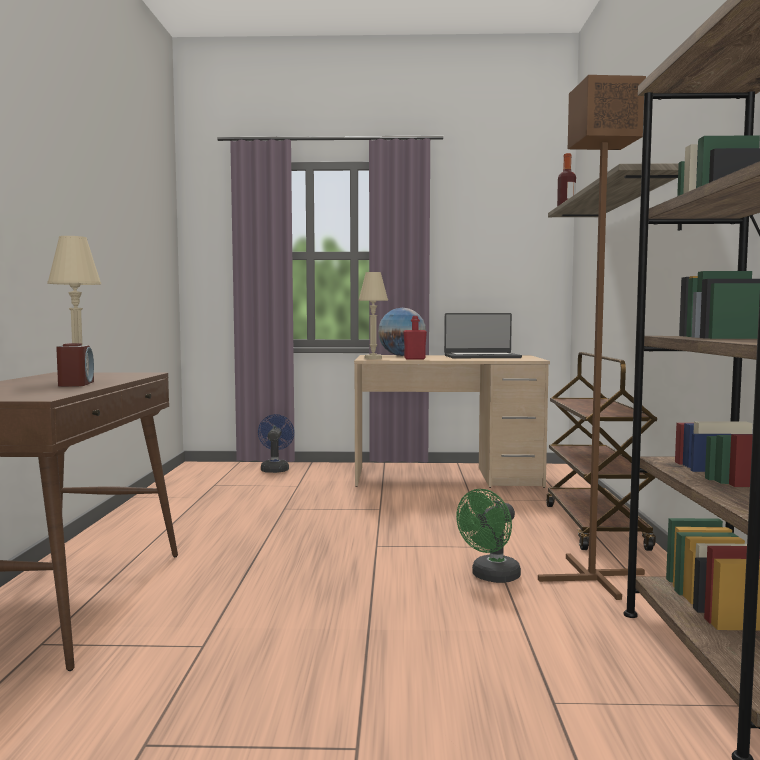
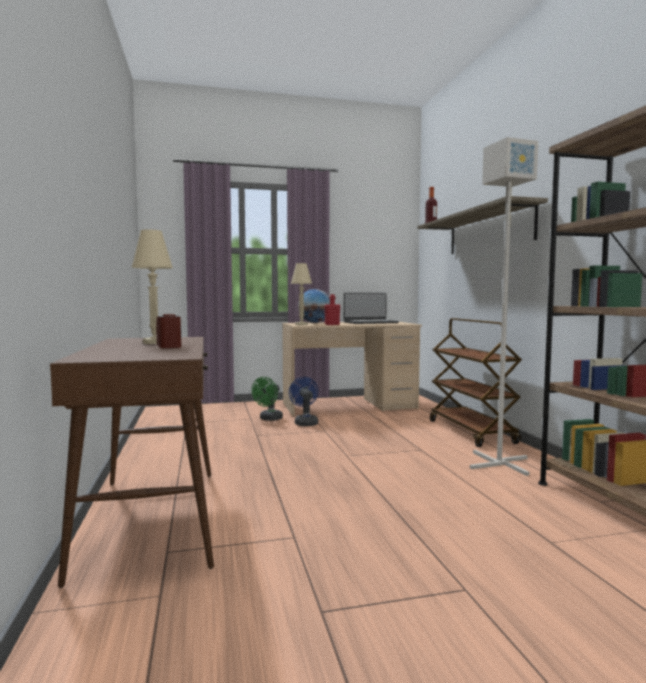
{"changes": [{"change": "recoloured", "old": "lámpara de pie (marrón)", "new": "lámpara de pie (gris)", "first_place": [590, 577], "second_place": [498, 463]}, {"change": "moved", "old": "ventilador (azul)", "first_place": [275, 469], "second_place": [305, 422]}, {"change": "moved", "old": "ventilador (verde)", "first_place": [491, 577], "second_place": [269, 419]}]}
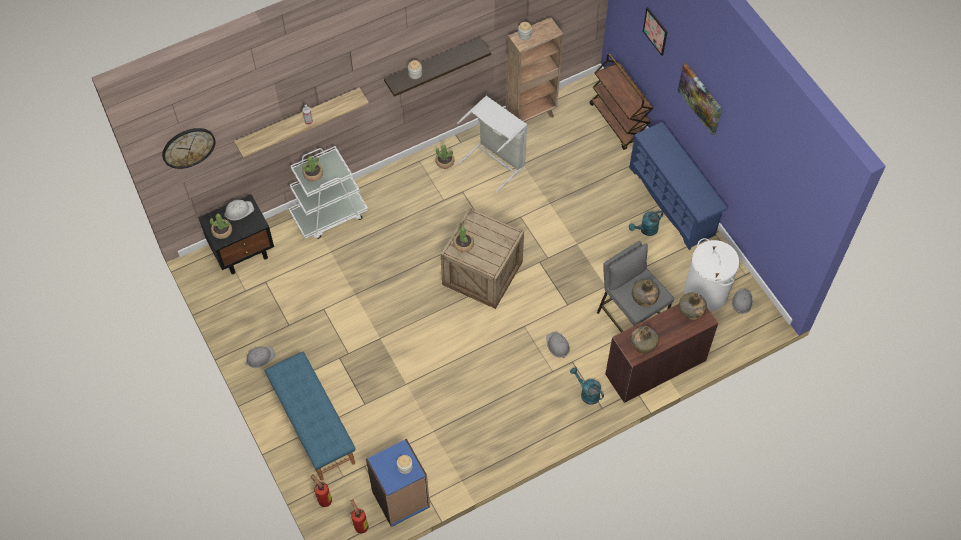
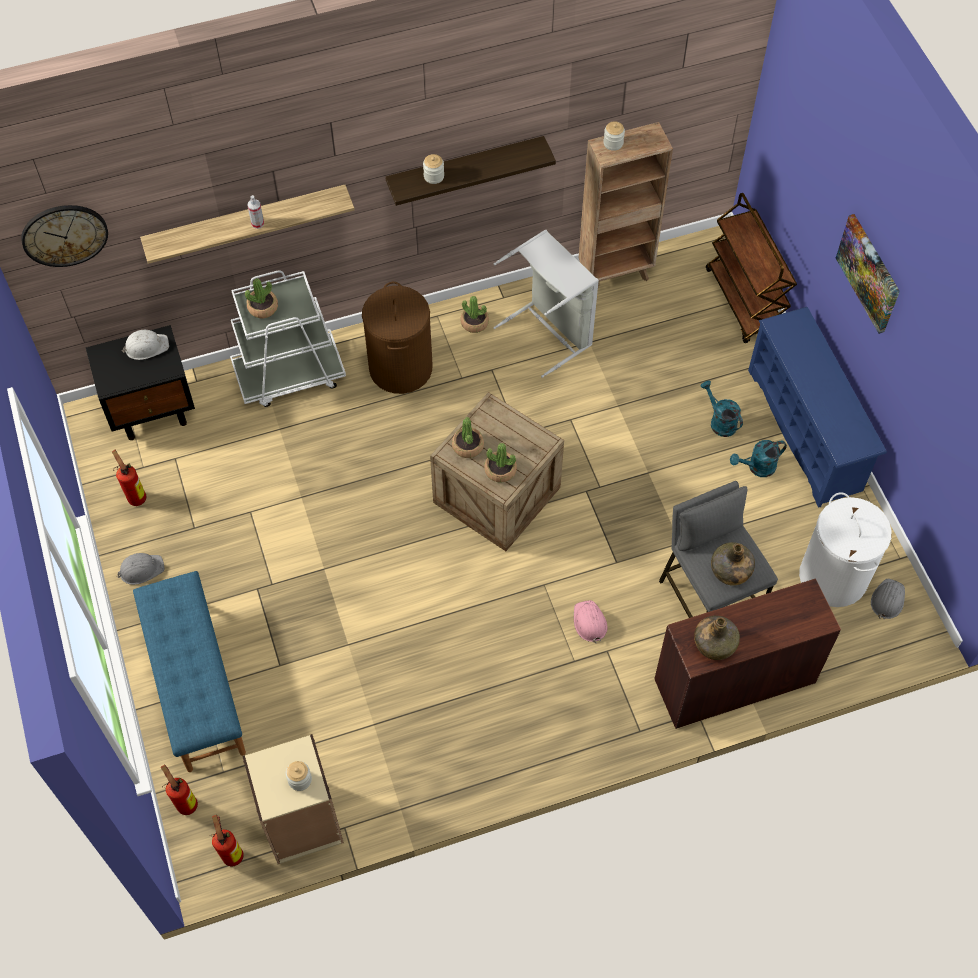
{"changes": [{"change": "removed", "old": "cuadro", "first_place": [655, 31]}, {"change": "moved", "old": "planta en maceta", "first_place": [222, 231], "second_place": [500, 470]}, {"change": "removed", "old": "botella (verde)", "first_place": [691, 310]}, {"change": "recoloured", "old": "casco (gris)", "new": "casco (rosa)", "first_place": [557, 345], "second_place": [589, 622]}, {"change": "moved", "old": "regadera (turquesa)", "first_place": [587, 393], "second_place": [719, 421]}, {"change": "recoloured", "old": "estantería (azul)", "new": "estantería (beis)", "first_place": [401, 500], "second_place": [302, 824]}, {"change": "added", "new": "cesto de la ropa (marrón)", "second_place": [400, 368]}, {"change": "added", "new": "extintor", "second_place": [136, 496]}]}
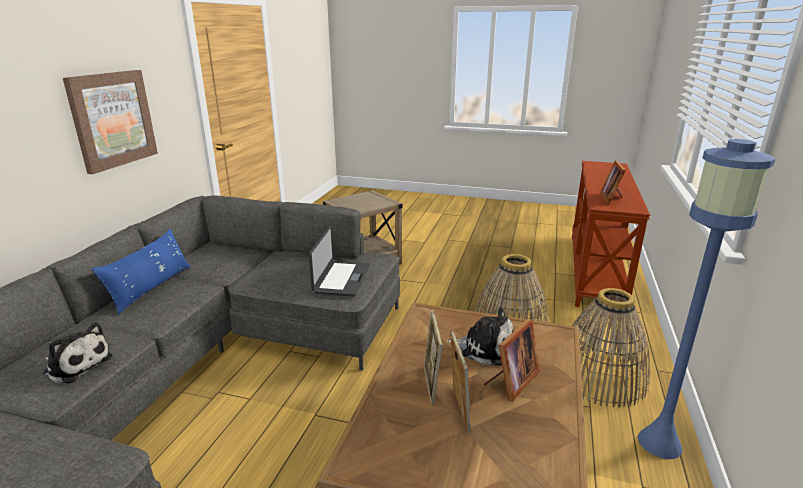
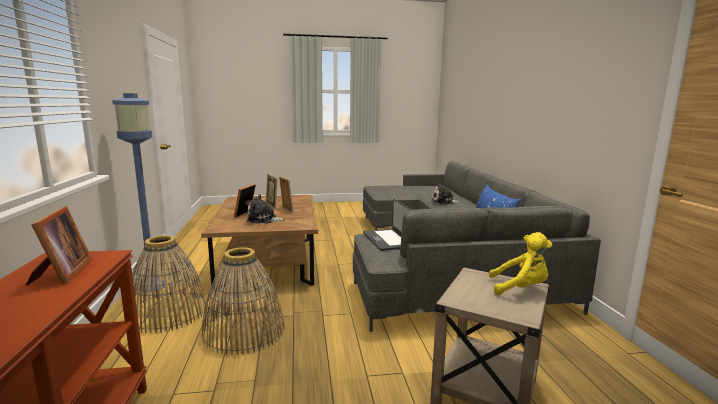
{"changes": [{"change": "removed", "old": "cuadro", "first_place": [112, 119]}, {"change": "added", "new": "peluche (amarillo)", "second_place": [520, 288]}]}
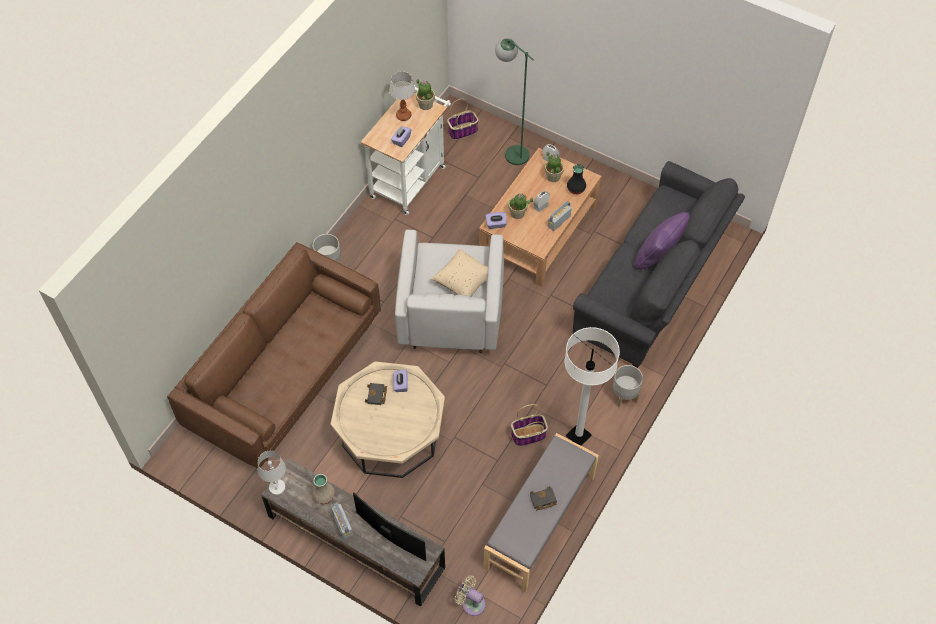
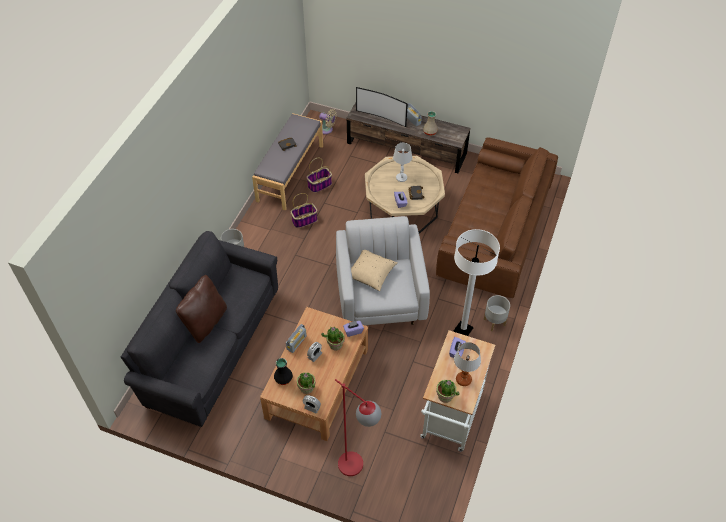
{"changes": [{"change": "recoloured", "old": "lámpara de pie (verde)", "new": "lámpara de pie (rojo)", "first_place": [511, 150], "second_place": [357, 469]}, {"change": "moved", "old": "cesta", "first_place": [463, 131], "second_place": [319, 185]}, {"change": "recoloured", "old": "cojín (morado)", "new": "cojín (marrón)", "first_place": [658, 257], "second_place": [205, 322]}, {"change": "moved", "old": "lámpara de pie (blanco)", "first_place": [578, 436], "second_place": [463, 330]}, {"change": "moved", "old": "lámpara de mesa (blanco)", "first_place": [277, 487], "second_place": [401, 177]}]}
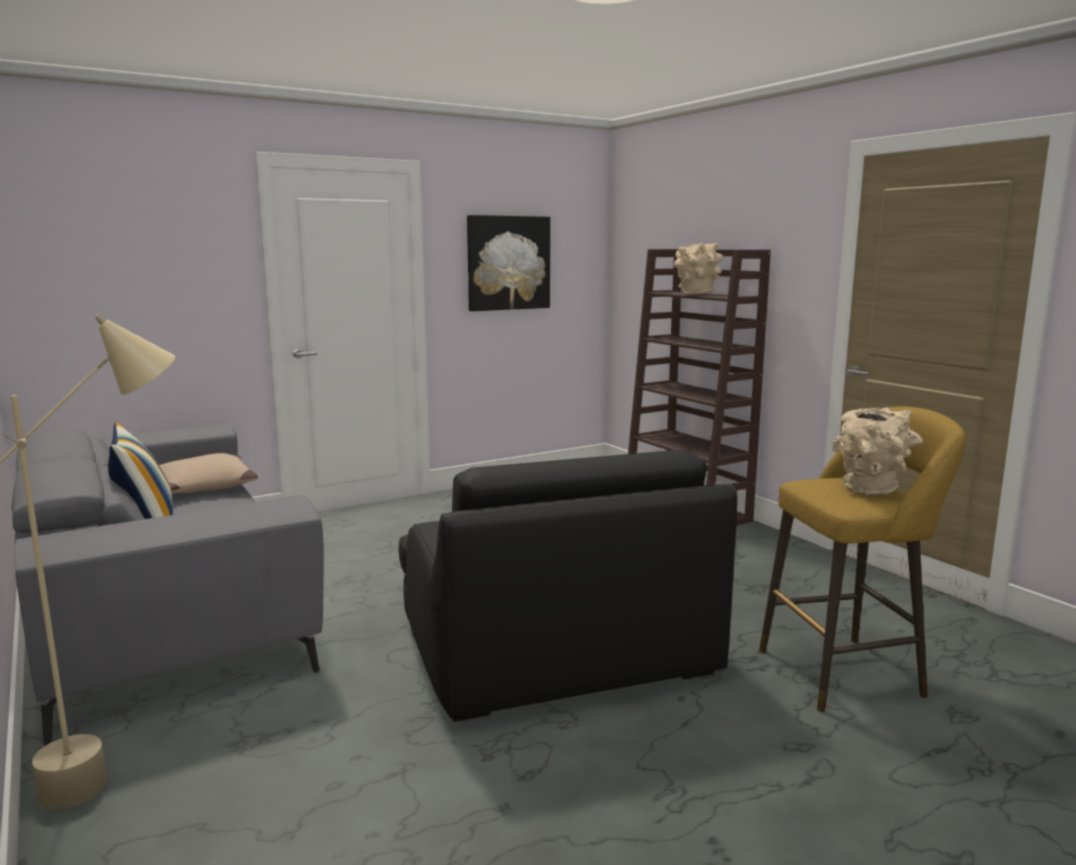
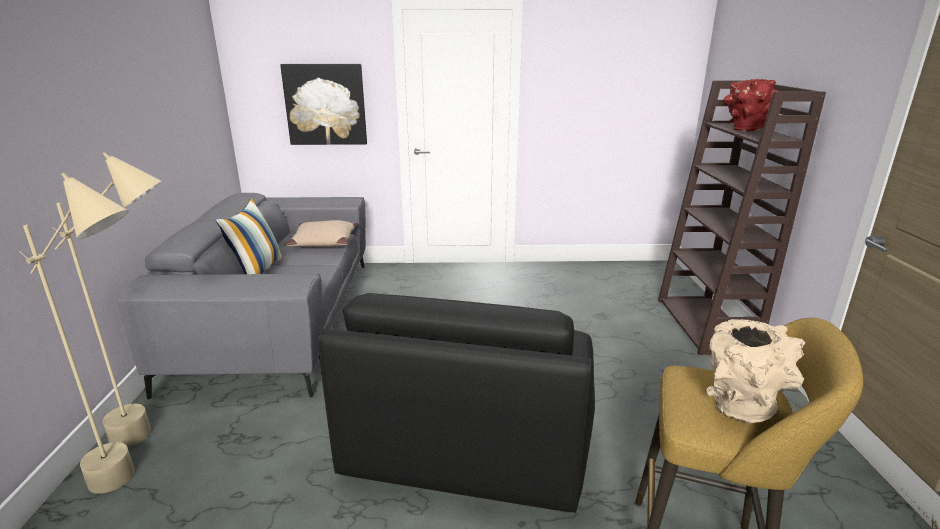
{"changes": [{"change": "moved", "old": "cuadro", "first_place": [508, 263], "second_place": [325, 104]}, {"change": "recoloured", "old": "florero (beis)", "new": "florero (rojo)", "first_place": [696, 294], "second_place": [745, 130]}, {"change": "added", "new": "lámpara de pie (beis)", "second_place": [142, 482]}]}
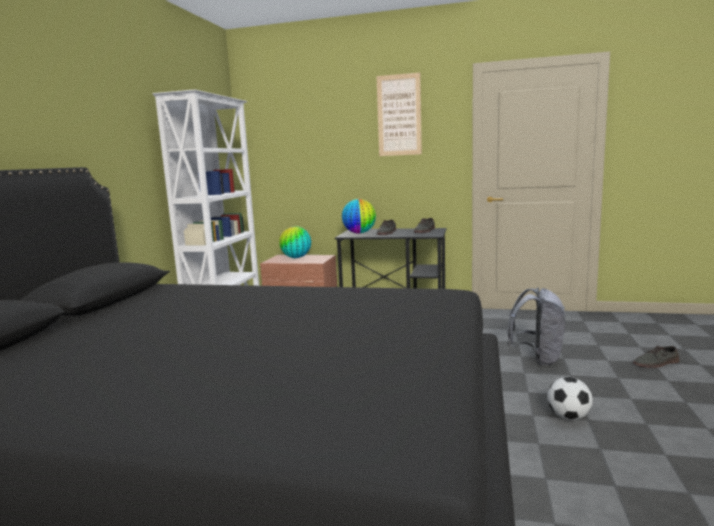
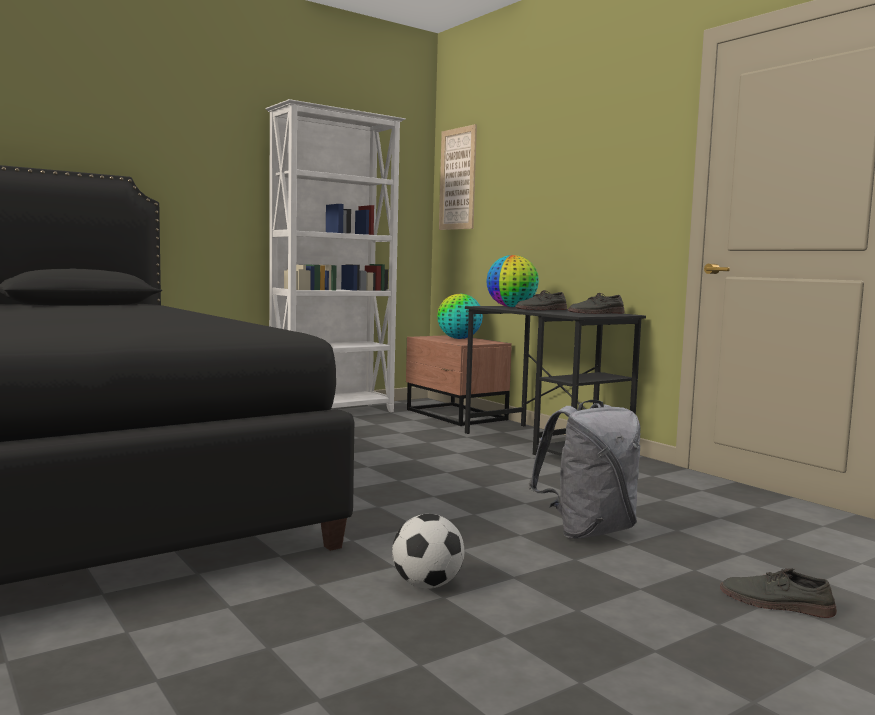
{"changes": [{"change": "moved", "old": "cuadro", "first_place": [399, 115], "second_place": [457, 179]}]}
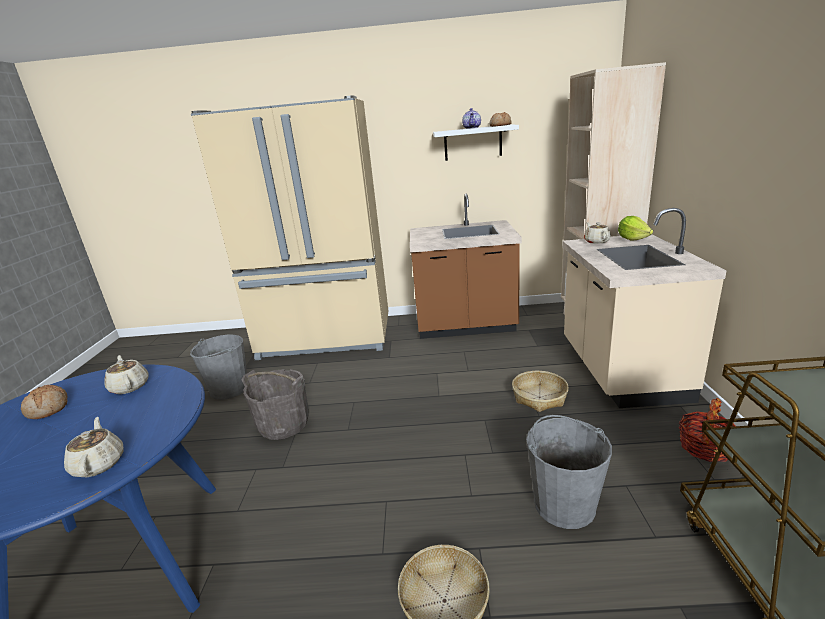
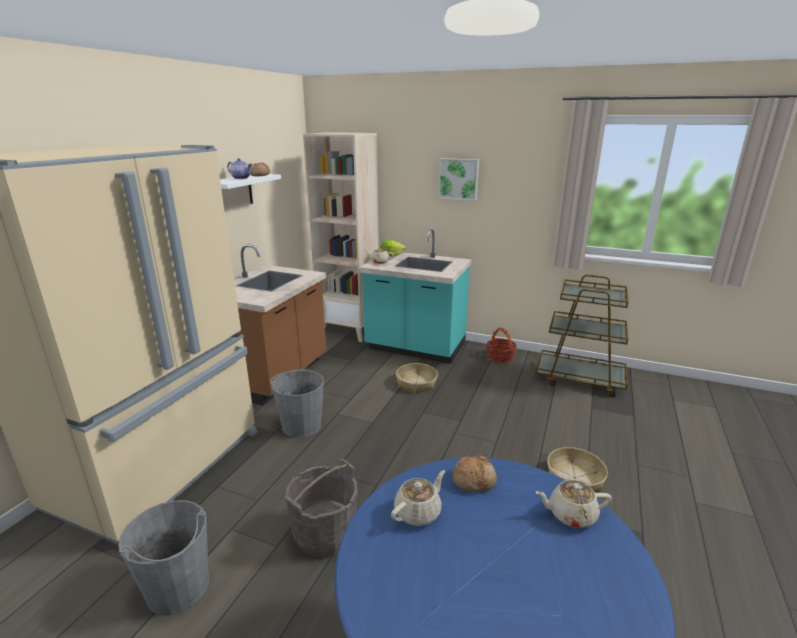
{"changes": [{"change": "recoloured", "old": "mueble bajo de cocina (beis)", "new": "mueble bajo de cocina (turquesa)", "first_place": [620, 371], "second_place": [415, 347]}, {"change": "turned", "old": "tetera (beis)", "first_place": [130, 386], "second_place": [418, 512], "degrees": 150}, {"change": "moved", "old": "pan", "first_place": [49, 408], "second_place": [474, 480]}, {"change": "moved", "old": "cubo (gris)", "first_place": [564, 503], "second_place": [301, 425]}, {"change": "added", "new": "cuadro", "second_place": [458, 179]}]}
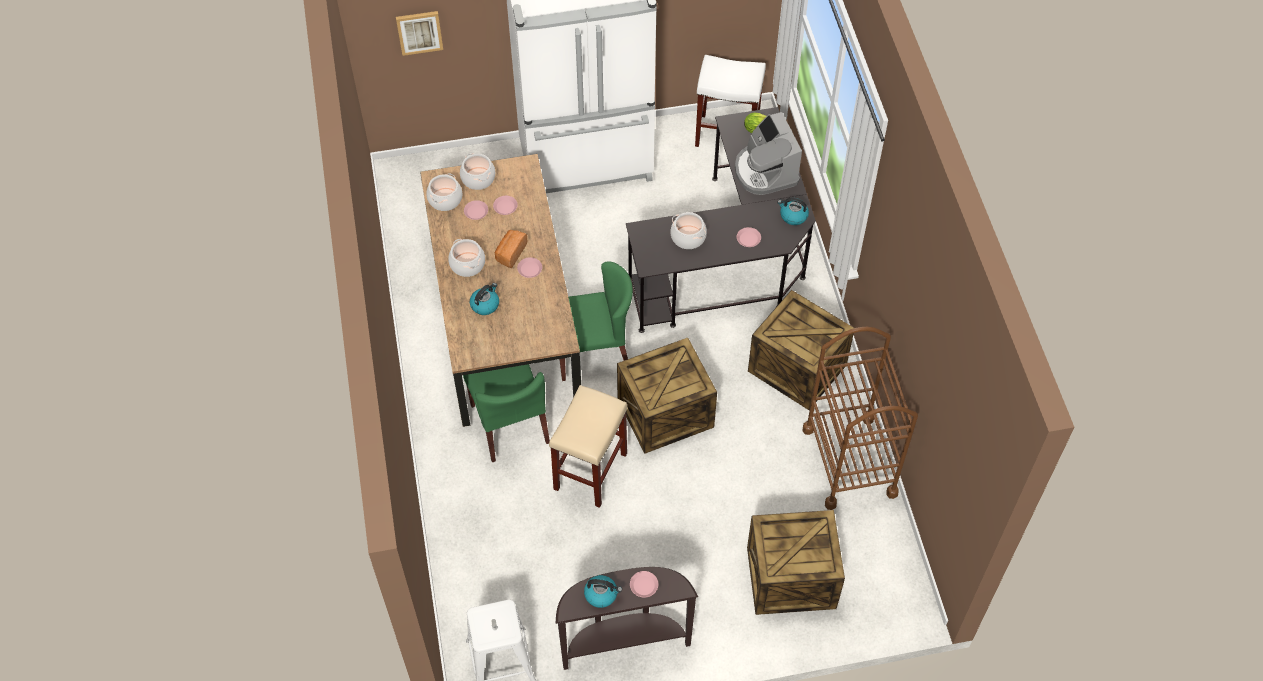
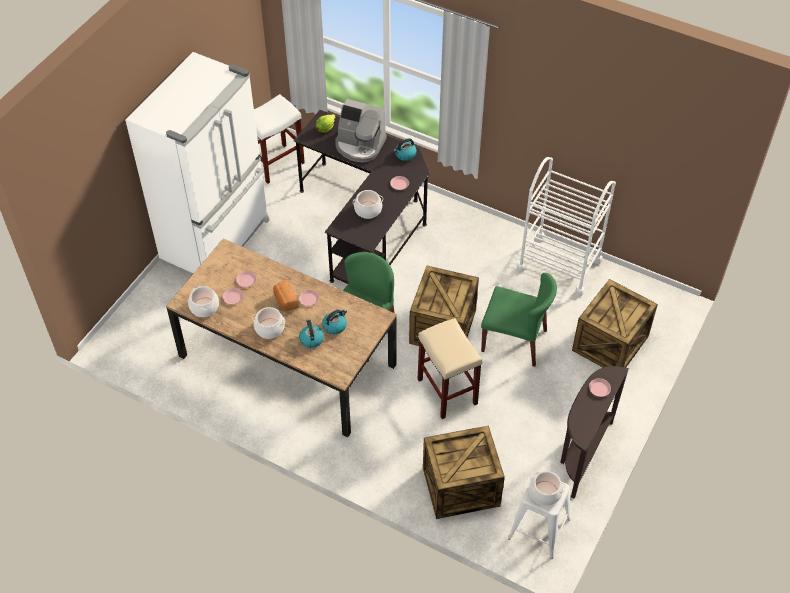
{"changes": [{"change": "removed", "old": "cuadro", "first_place": [419, 32]}, {"change": "moved", "old": "olla", "first_place": [478, 178], "second_place": [545, 493]}, {"change": "moved", "old": "caja de embalaje", "first_place": [796, 368], "second_place": [461, 488]}, {"change": "recoloured", "old": "carrito (marrón)", "new": "carrito (blanco)", "first_place": [849, 461], "second_place": [559, 265]}, {"change": "moved", "old": "silla (verde)", "first_place": [510, 424], "second_place": [514, 341]}, {"change": "moved", "old": "hervidor", "first_place": [601, 594], "second_place": [335, 326]}]}
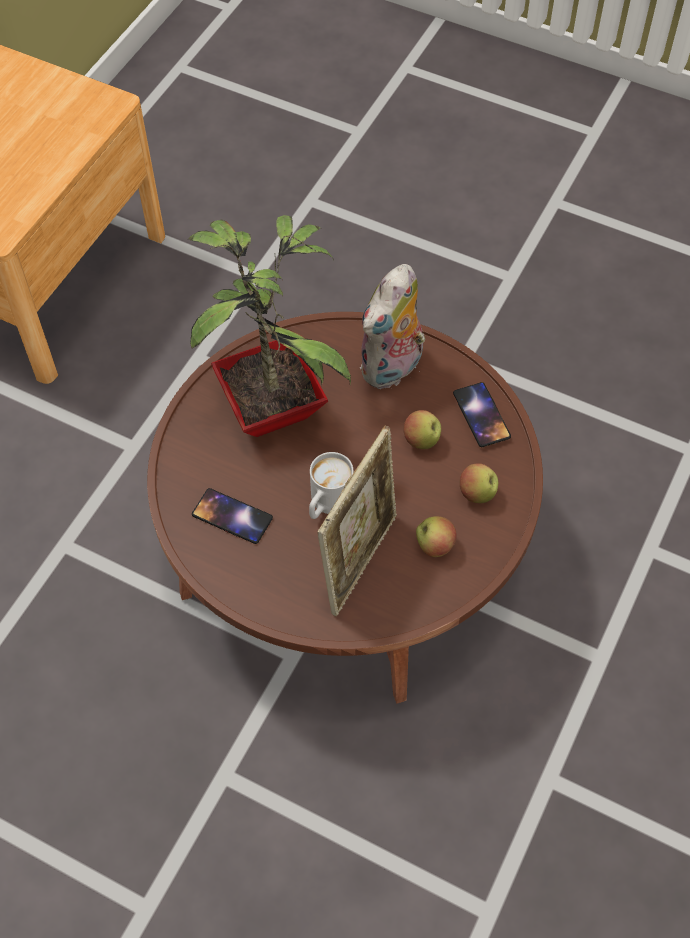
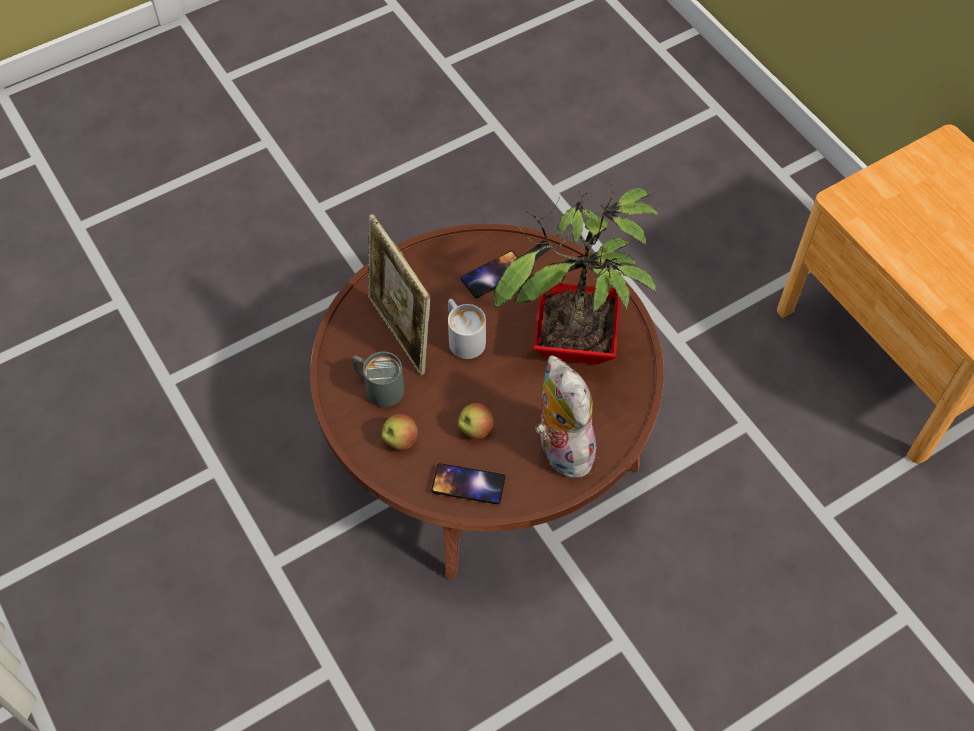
{"changes": [{"change": "replaced", "old": "manzana", "new": "taza grande (gris)", "first_place": [434, 545], "second_place": [378, 387]}]}
